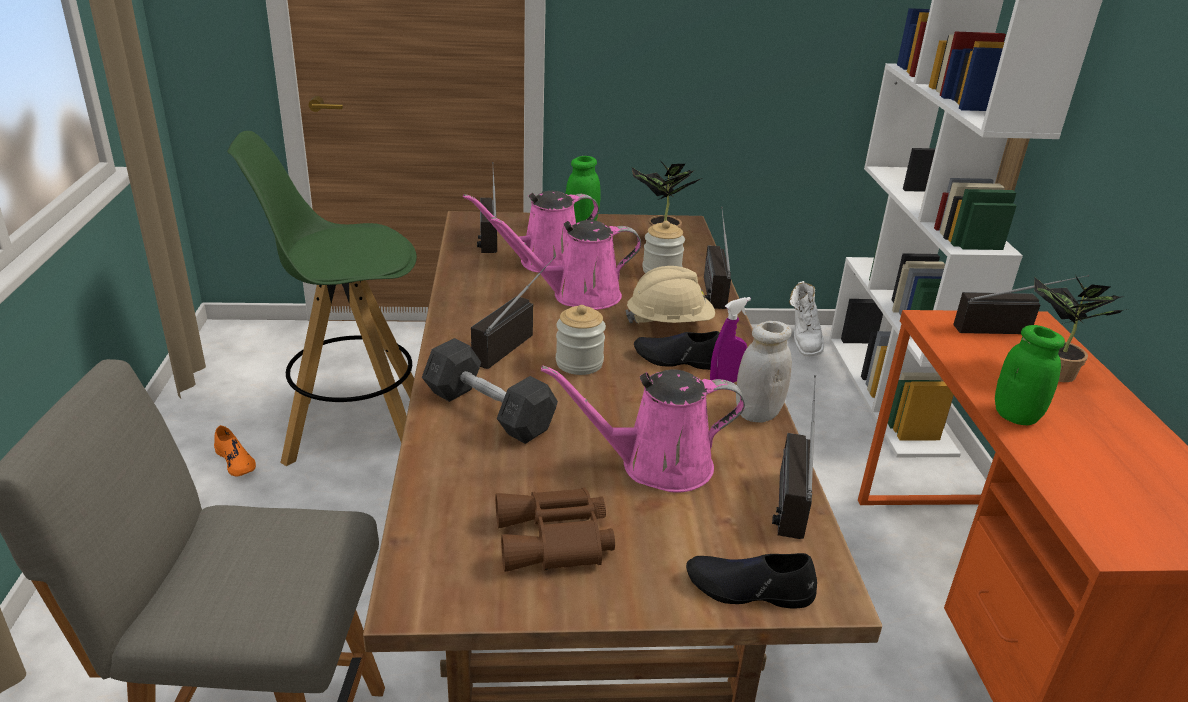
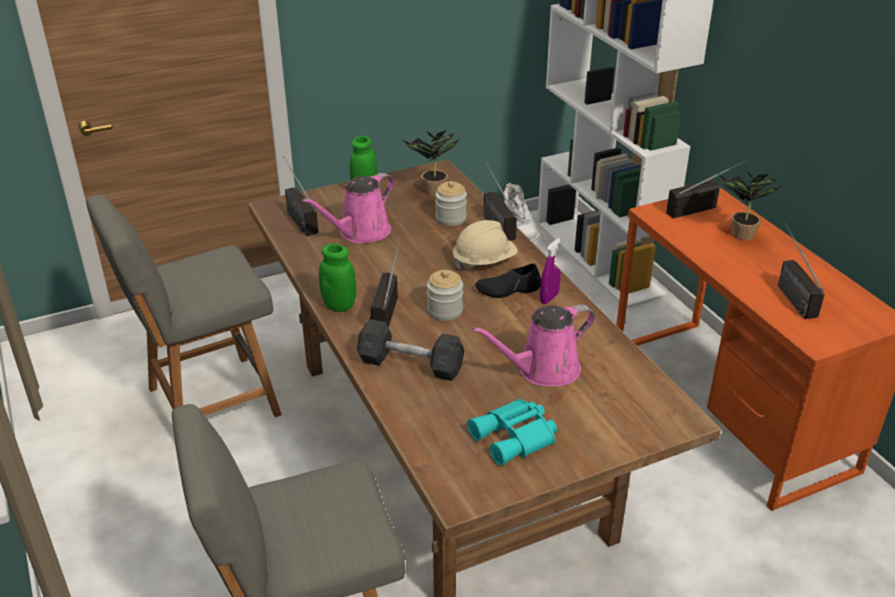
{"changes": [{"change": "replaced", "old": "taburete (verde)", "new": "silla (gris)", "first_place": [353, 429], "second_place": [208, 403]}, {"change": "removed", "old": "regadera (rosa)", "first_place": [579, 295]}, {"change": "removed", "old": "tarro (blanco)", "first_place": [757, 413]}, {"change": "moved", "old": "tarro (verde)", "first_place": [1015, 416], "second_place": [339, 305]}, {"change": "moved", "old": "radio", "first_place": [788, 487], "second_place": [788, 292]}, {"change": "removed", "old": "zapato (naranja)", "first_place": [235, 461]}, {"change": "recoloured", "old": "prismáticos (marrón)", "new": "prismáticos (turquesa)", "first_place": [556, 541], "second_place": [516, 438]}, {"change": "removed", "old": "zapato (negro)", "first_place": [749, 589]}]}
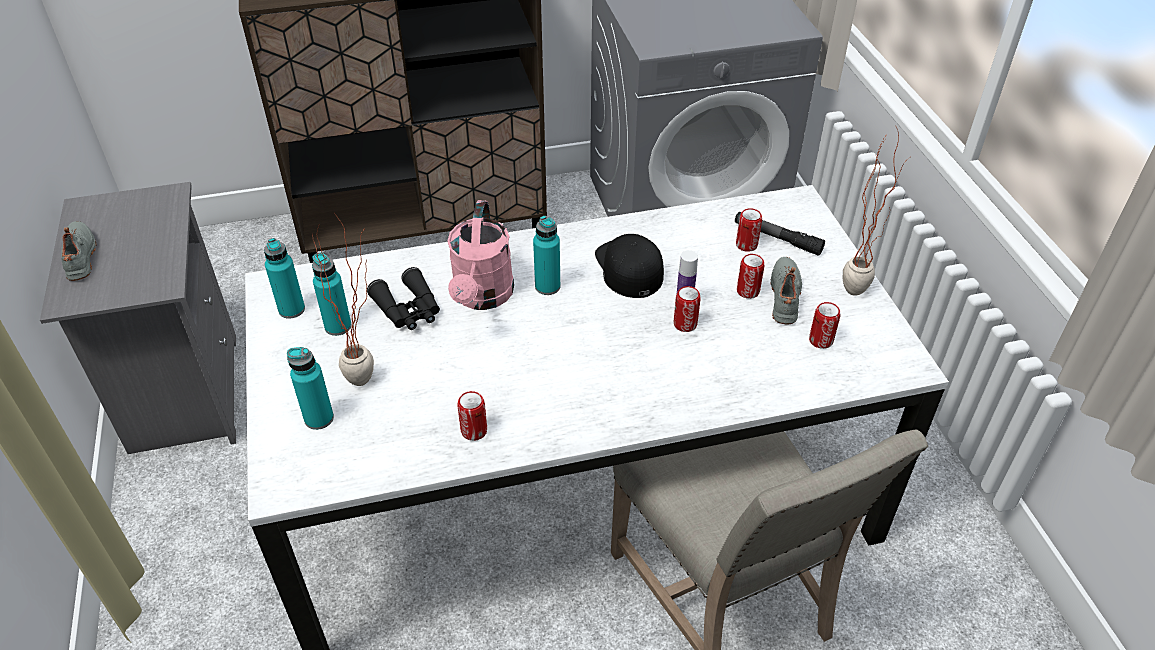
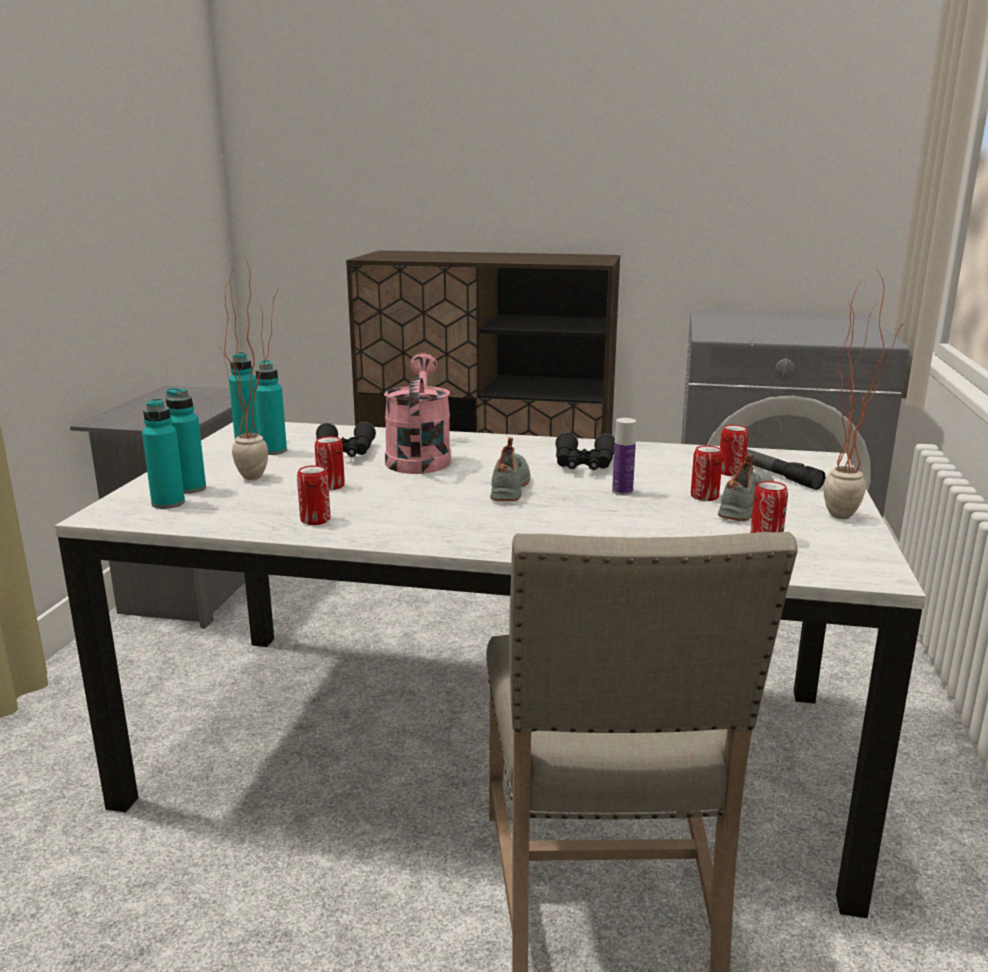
{"changes": [{"change": "turned", "old": "regadera (rosa)", "first_place": [482, 297], "second_place": [418, 458], "degrees": 150}, {"change": "moved", "old": "botella (turquesa)", "first_place": [547, 286], "second_place": [168, 503]}, {"change": "moved", "old": "zapato (gris)", "first_place": [82, 256], "second_place": [511, 487]}, {"change": "replaced", "old": "gorra (negro)", "new": "prismáticos (negro)", "first_place": [628, 268], "second_place": [584, 465]}, {"change": "moved", "old": "lata", "first_place": [685, 324], "second_place": [331, 486]}]}
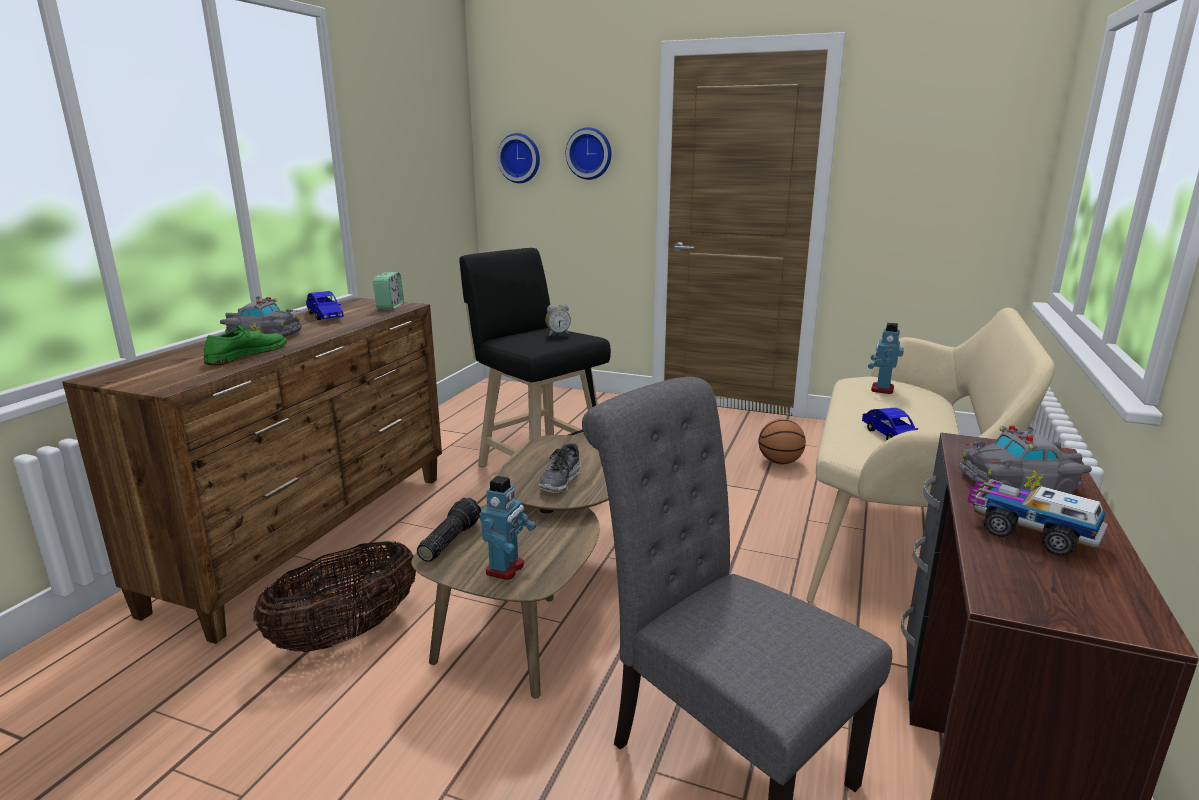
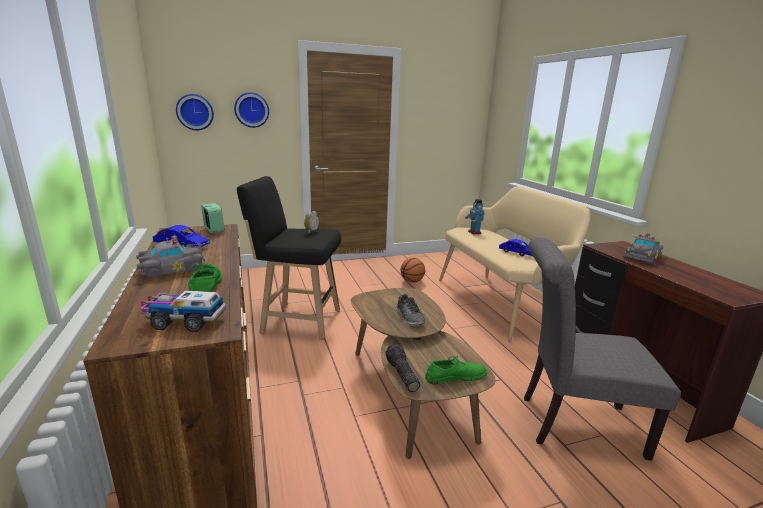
{"changes": [{"change": "replaced", "old": "robot de juguete", "new": "zapato (verde)", "first_place": [506, 569], "second_place": [455, 376]}, {"change": "moved", "old": "camión de juguete", "first_place": [1029, 532], "second_place": [184, 321]}, {"change": "removed", "old": "cesta", "first_place": [346, 633]}]}
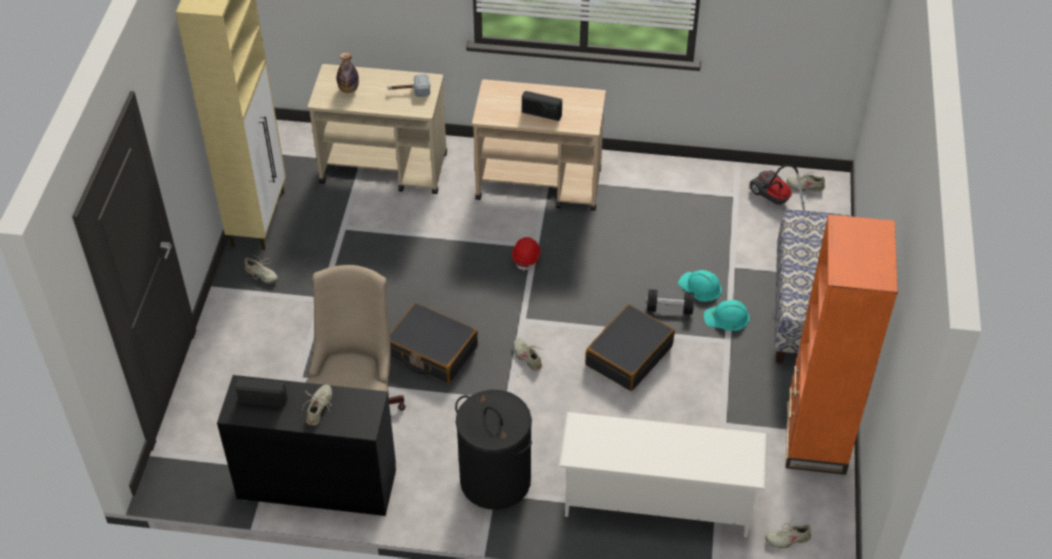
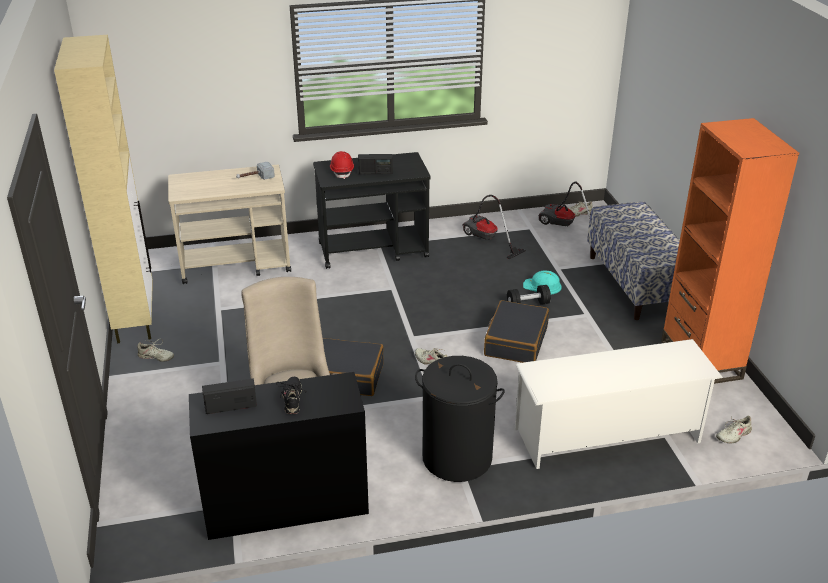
{"changes": [{"change": "removed", "old": "botella", "first_place": [348, 89]}, {"change": "recoloured", "old": "carrito (beis)", "new": "carrito (negro)", "first_place": [540, 184], "second_place": [374, 250]}, {"change": "moved", "old": "casco (rojo)", "first_place": [527, 257], "second_place": [342, 171]}, {"change": "removed", "old": "casco (turquesa)", "first_place": [727, 318]}, {"change": "recoloured", "old": "zapato (beis)", "new": "zapato (negro)", "first_place": [319, 408], "second_place": [293, 399]}, {"change": "added", "new": "aspiradora", "second_place": [486, 240]}]}
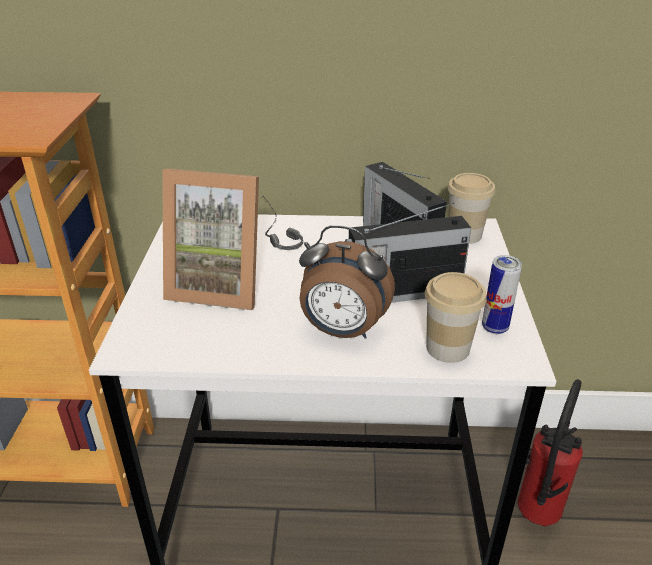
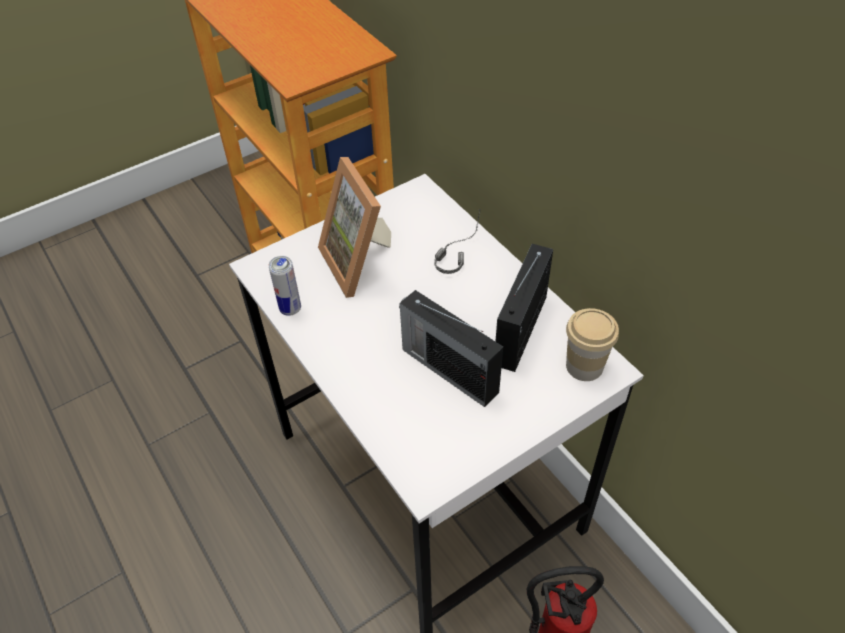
{"changes": [{"change": "removed", "old": "despertador", "first_place": [342, 331]}, {"change": "moved", "old": "lata", "first_place": [494, 328], "second_place": [290, 309]}, {"change": "removed", "old": "taza", "first_place": [447, 348]}]}
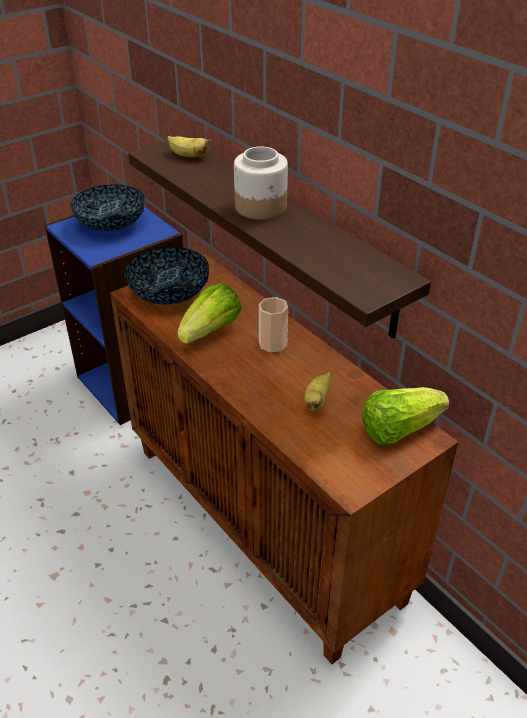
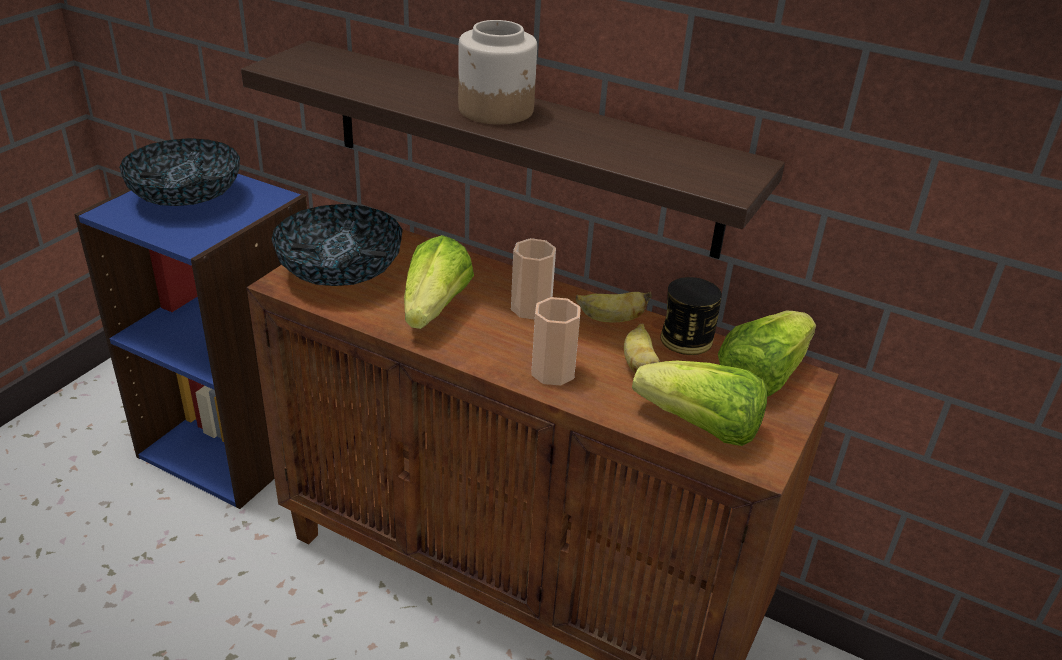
{"changes": [{"change": "moved", "old": "plátano", "first_place": [188, 156], "second_place": [611, 319]}, {"change": "added", "new": "lata", "second_place": [686, 339]}, {"change": "added", "new": "taza", "second_place": [553, 372]}, {"change": "added", "new": "lechuga", "second_place": [700, 427]}]}
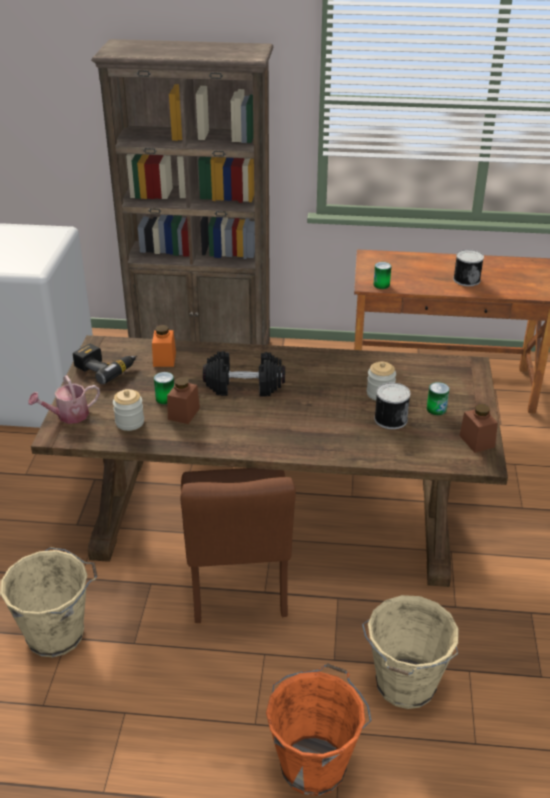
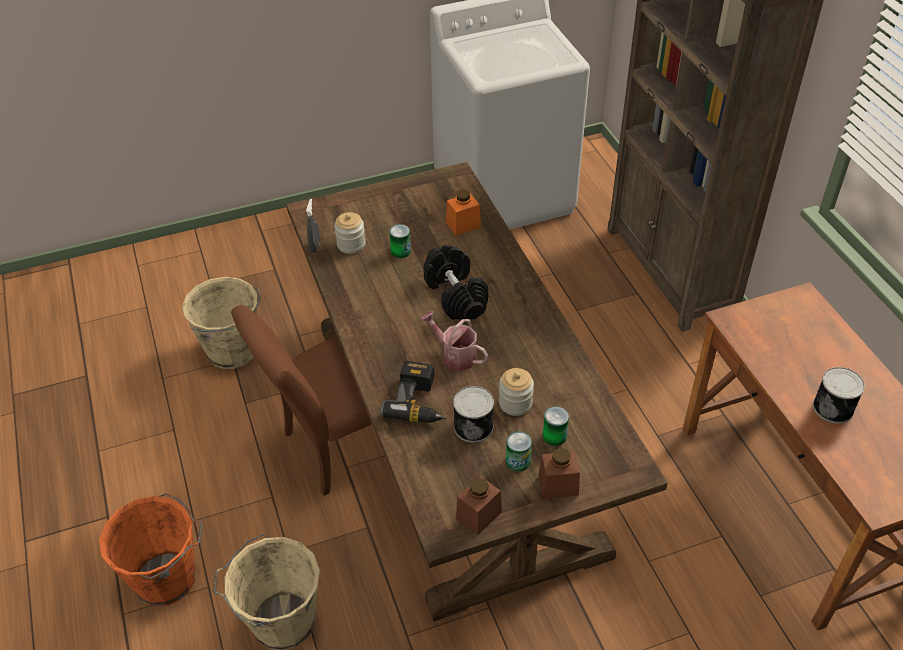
{"changes": [{"change": "moved", "old": "lata", "first_place": [381, 285], "second_place": [554, 436]}, {"change": "moved", "old": "taladro", "first_place": [106, 368], "second_place": [420, 402]}, {"change": "moved", "old": "regadera", "first_place": [68, 416], "second_place": [455, 355]}, {"change": "moved", "old": "tarro (marrón)", "first_place": [184, 413], "second_place": [558, 485]}, {"change": "added", "new": "pulverizador (gris)", "second_place": [315, 247]}]}
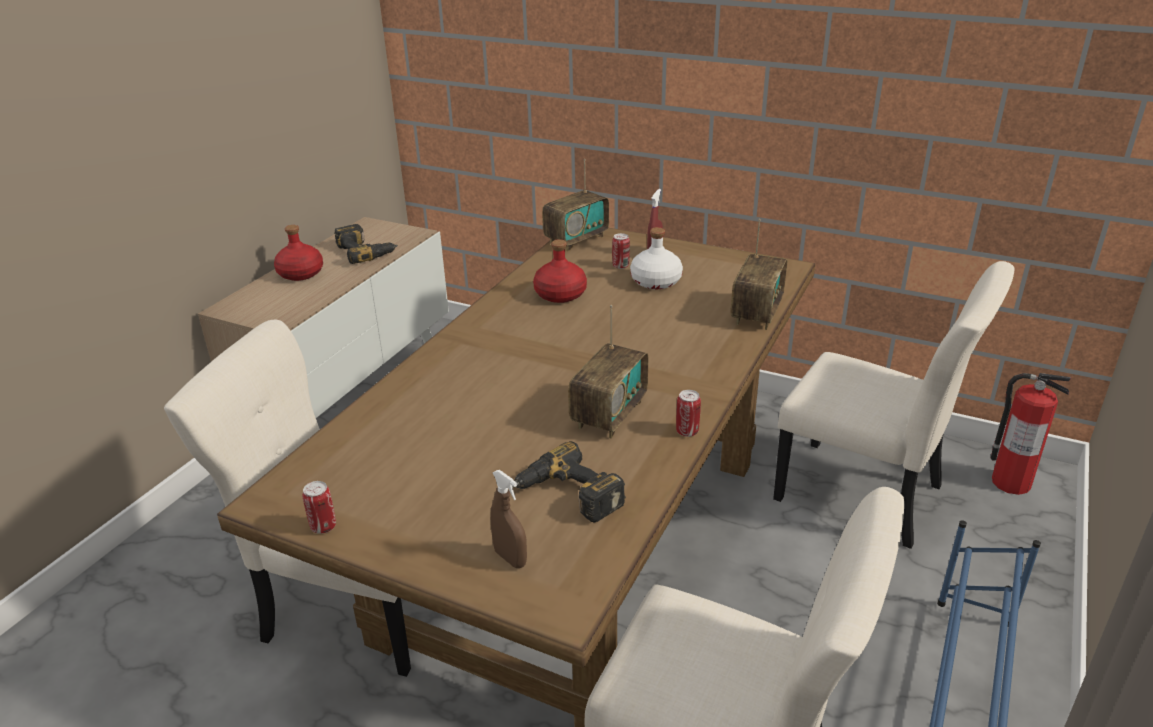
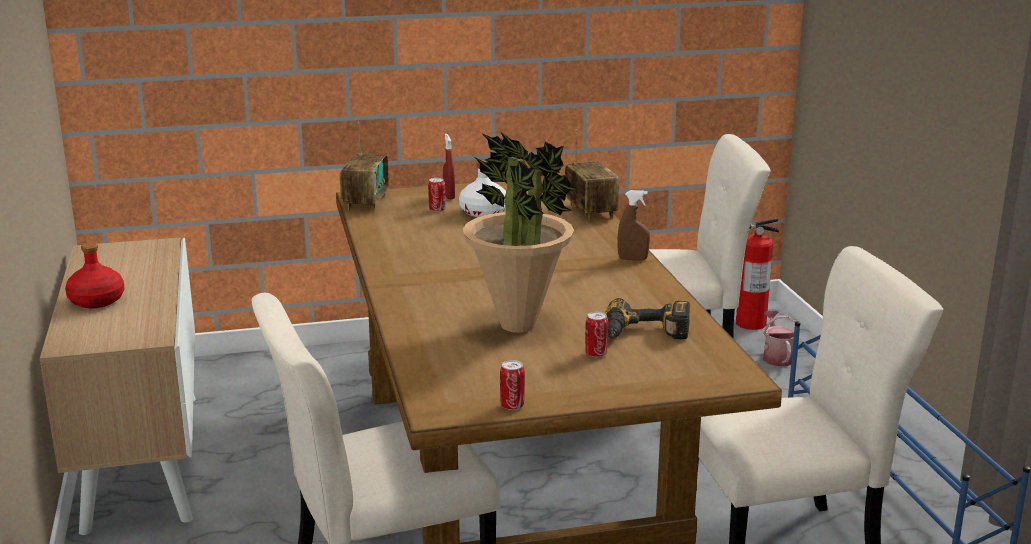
{"changes": [{"change": "removed", "old": "taladro", "first_place": [366, 251]}, {"change": "removed", "old": "botella (rojo)", "first_place": [560, 294]}, {"change": "removed", "old": "radio", "first_place": [609, 414]}, {"change": "moved", "old": "lata", "first_place": [687, 431], "second_place": [596, 354]}, {"change": "moved", "old": "pulverizador (marrón)", "first_place": [510, 558], "second_place": [632, 259]}, {"change": "added", "new": "planta en maceta", "second_place": [519, 325]}, {"change": "added", "new": "regadera", "second_place": [777, 356]}]}
